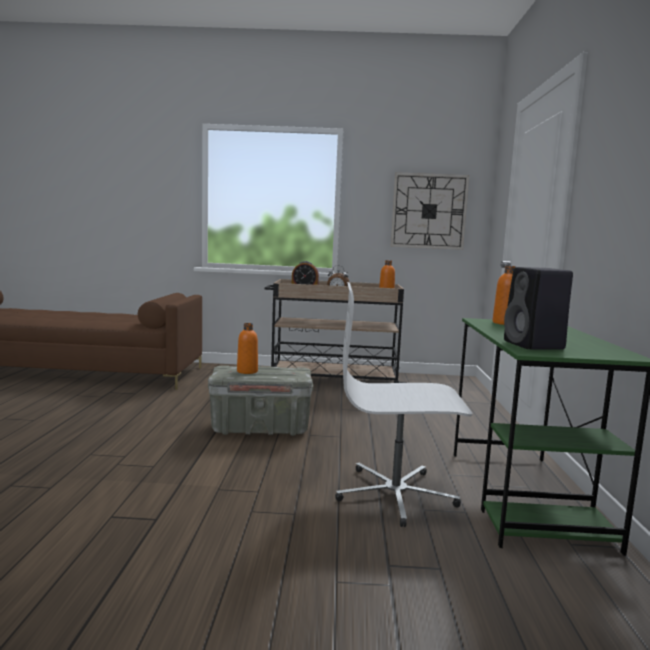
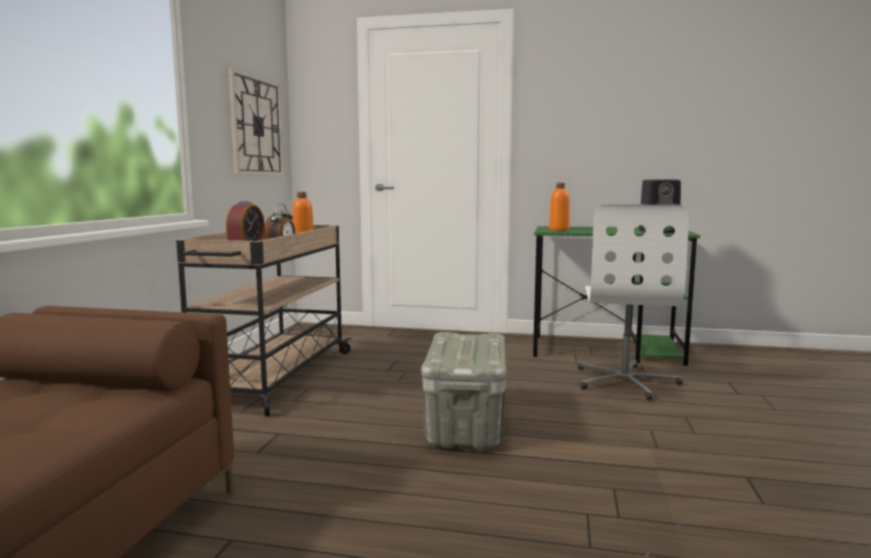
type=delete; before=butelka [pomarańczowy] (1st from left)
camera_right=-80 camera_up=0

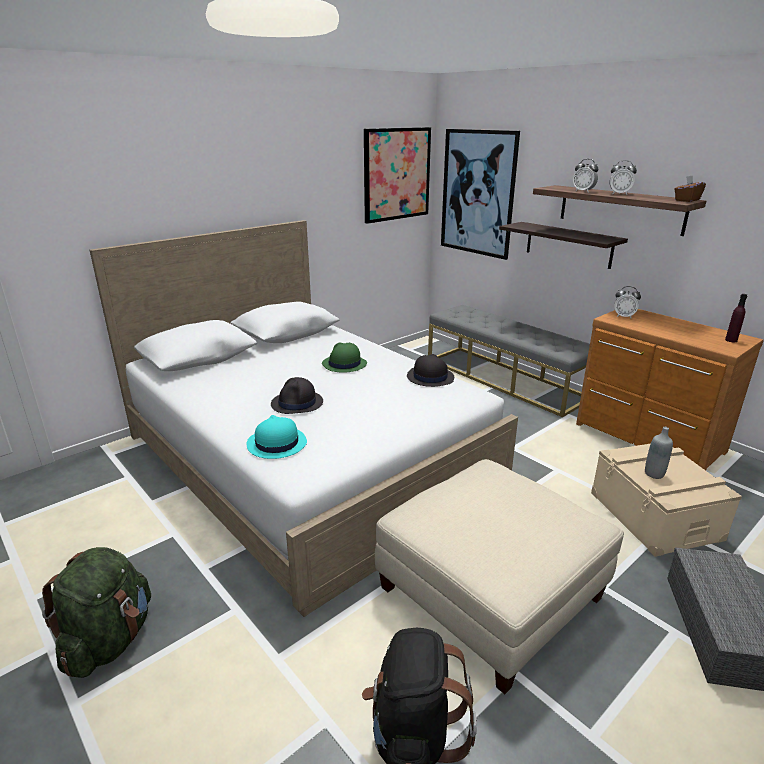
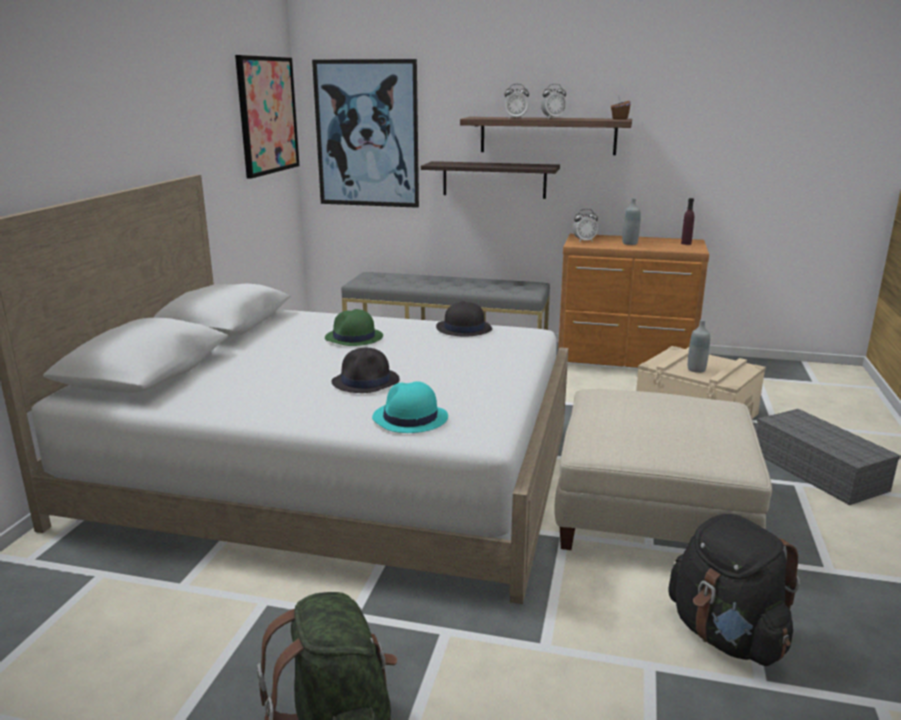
type=insert; after=butelka [szary] (1st from left)
camera_right=-35 camera_up=-5

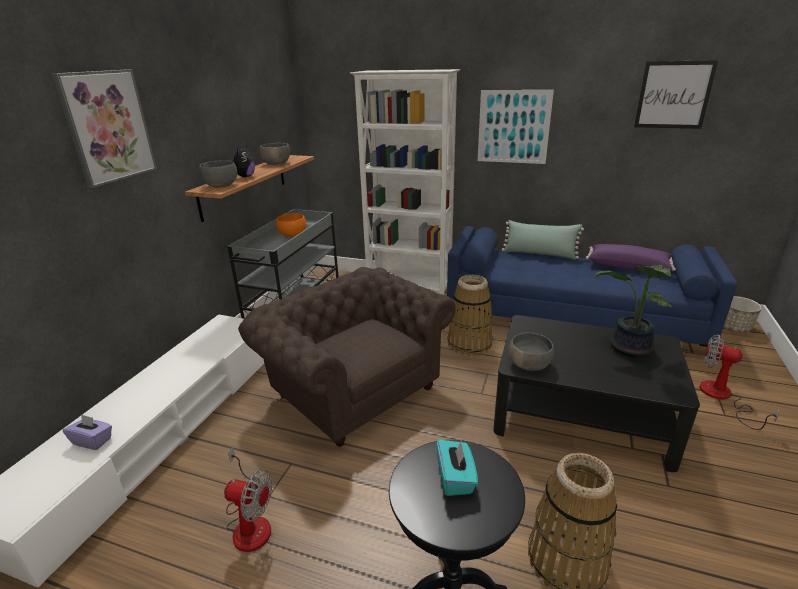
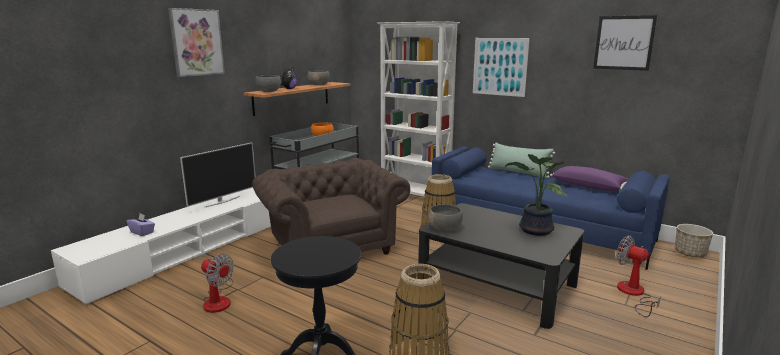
type=insert; after=telewizor
type=delete; before=pudełko chusteczek [turkusowy]
camera_right=15 camera_up=-10

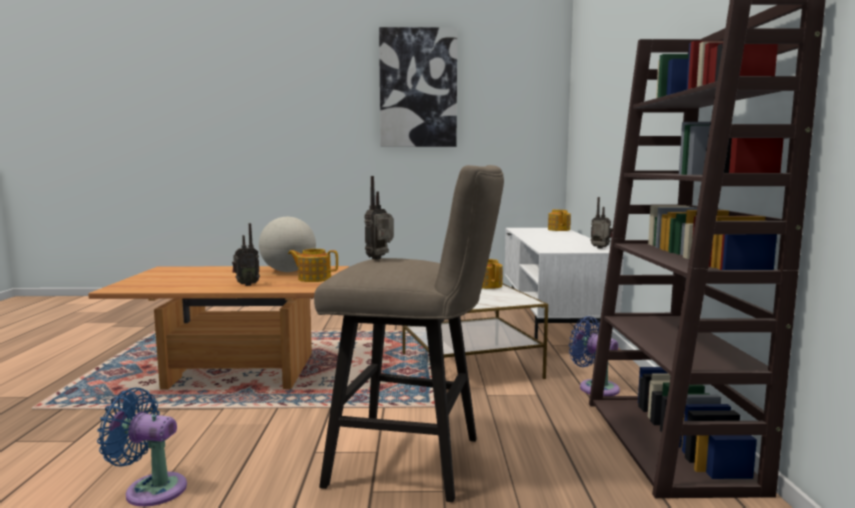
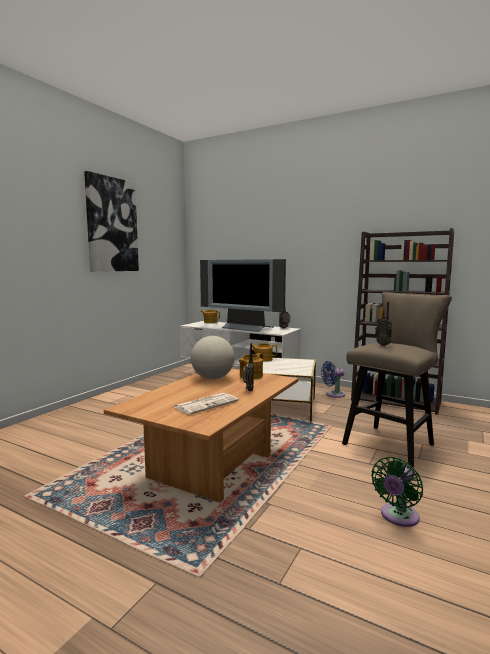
type=insert; after=gazeta
type=insert; after=telewizor
type=recolor; before=wentylator [niebieski] (1st from left); after=wentylator [zielony]
camera_right=-60 camera_up=0

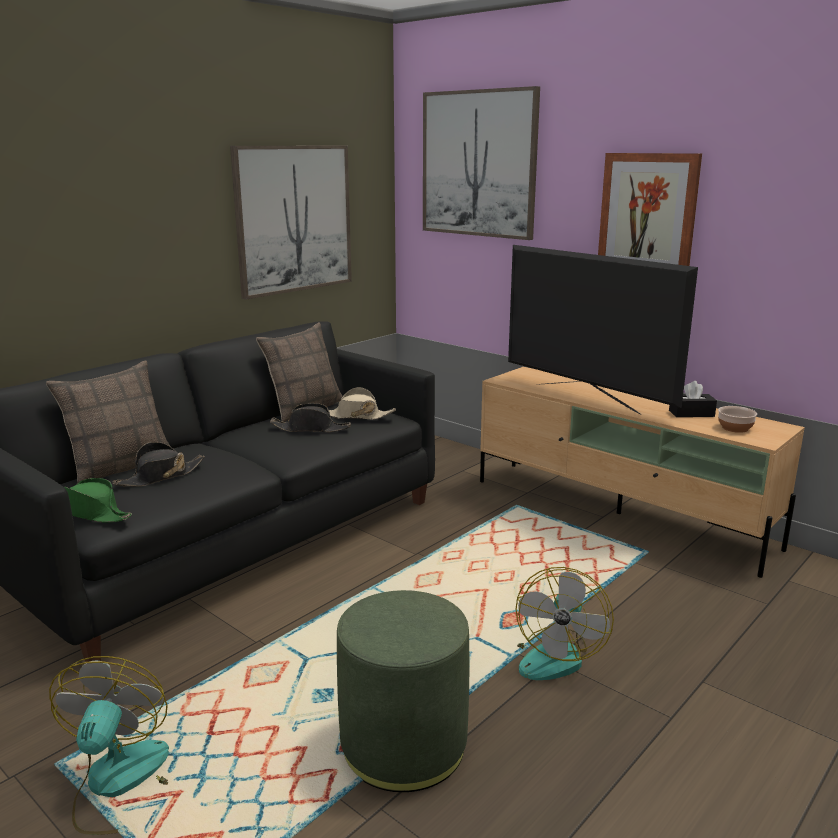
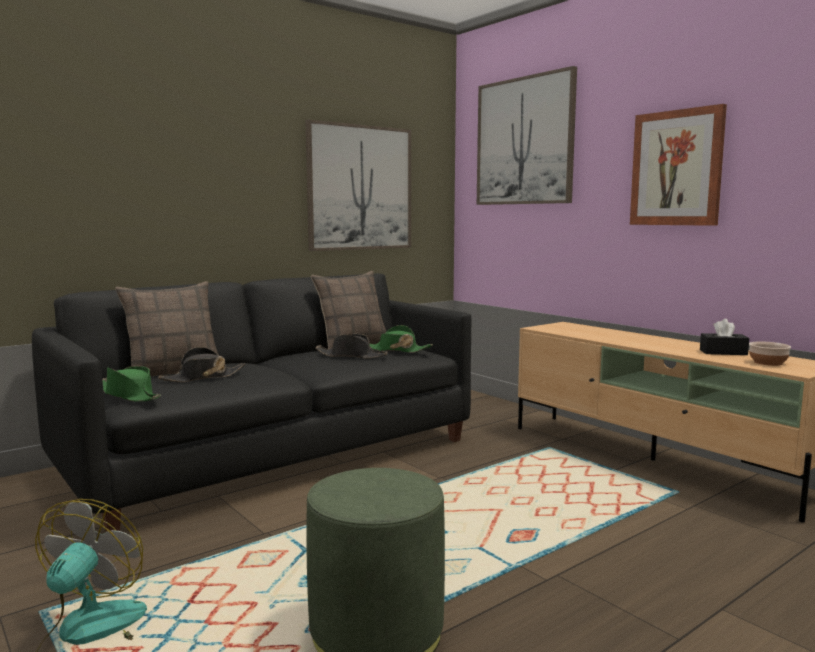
type=recolor; before=kapelusz [beżowy]; after=kapelusz [zielony] (2nd from left)
type=delete; before=telewizor
type=delete; before=wentylator (2nd from left)
camera_right=10 camera_up=-10

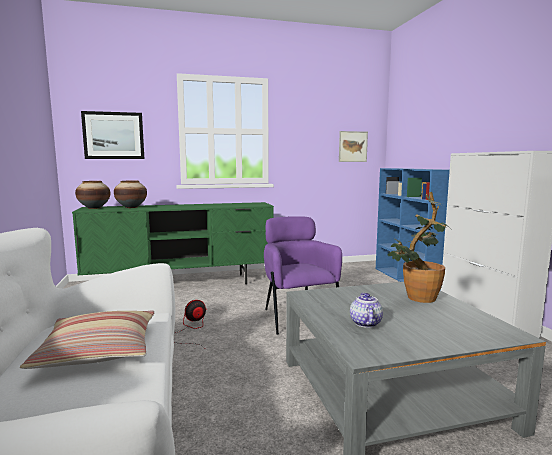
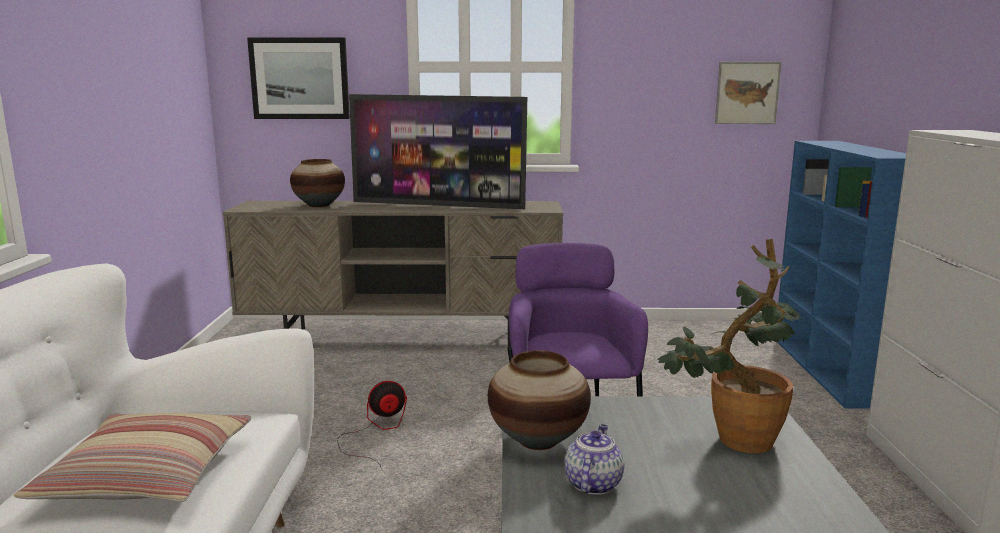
type=recolor; before=szafka pod telewizor [zielony]; after=szafka pod telewizor [beżowy]
type=insert; after=telewizor
type=move; before=wazon (1st from left in the first image); after=wazon (2nd from left)
camera_right=15 camera_up=5

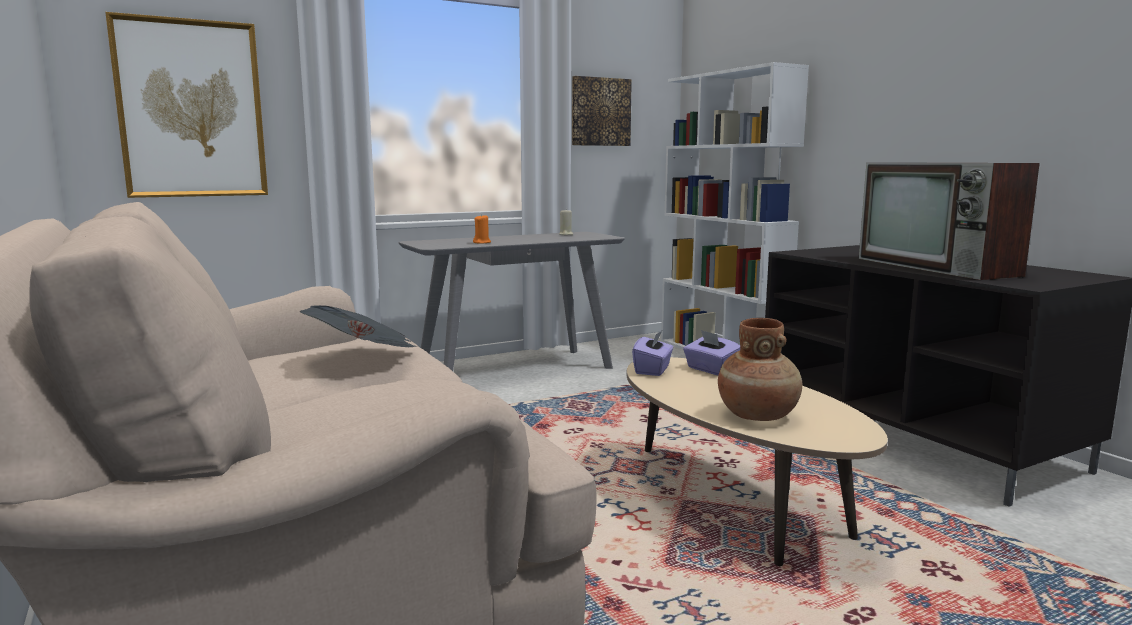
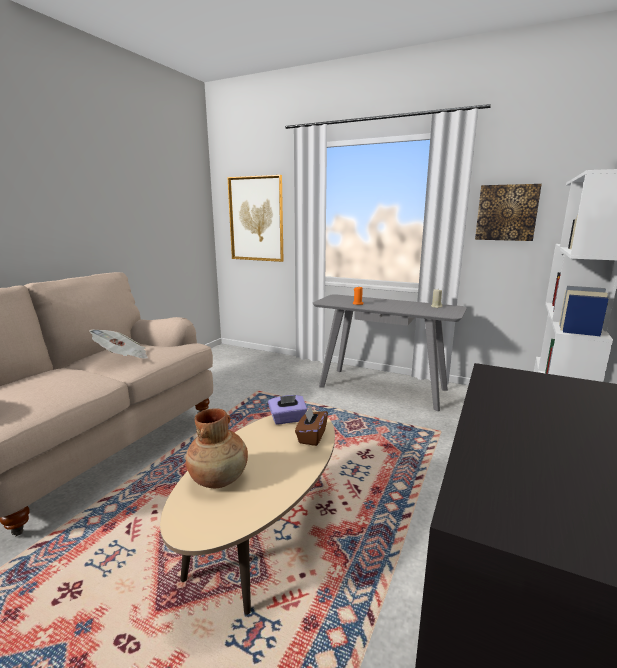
type=recolor; before=pudełko chusteczek [fioletowy] (2nd from left); after=pudełko chusteczek [brązowy]
type=delete; before=telewizor
camera_right=55 camera_up=5

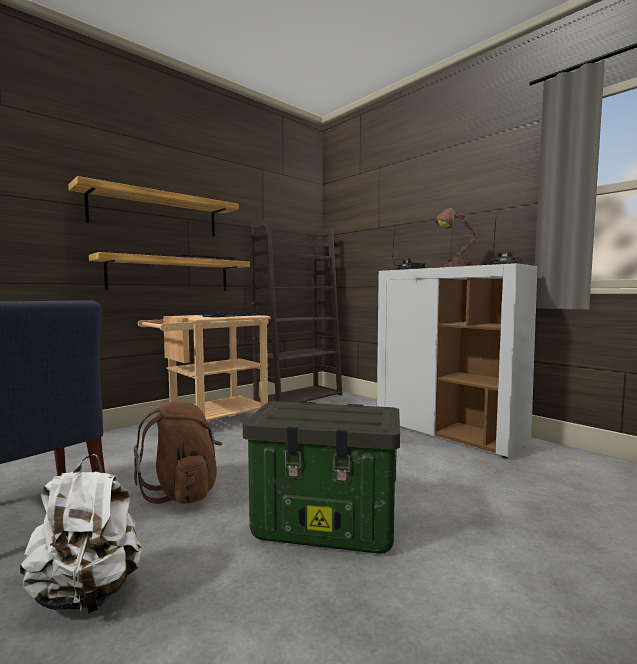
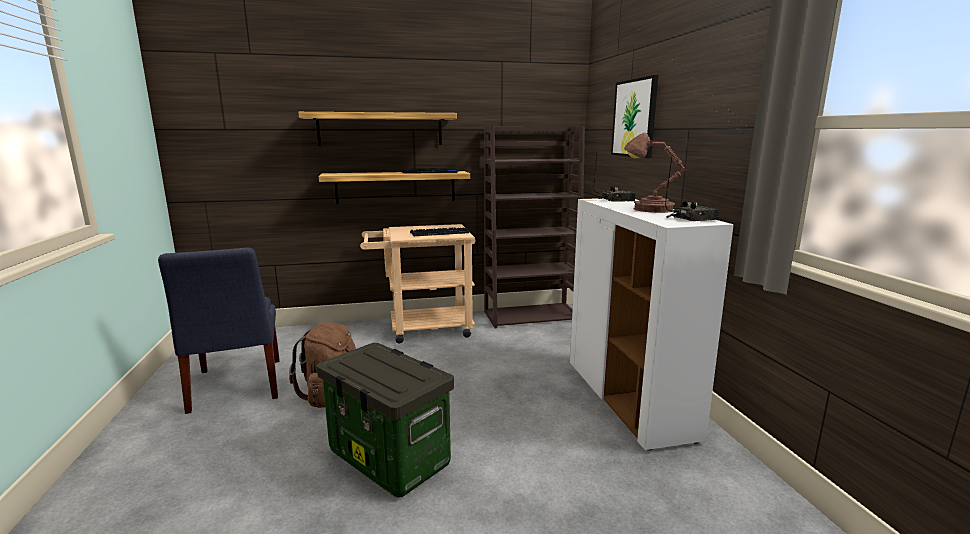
type=insert; after=obraz
type=delete; before=plecak [biały]
camera_right=30 camera_up=10

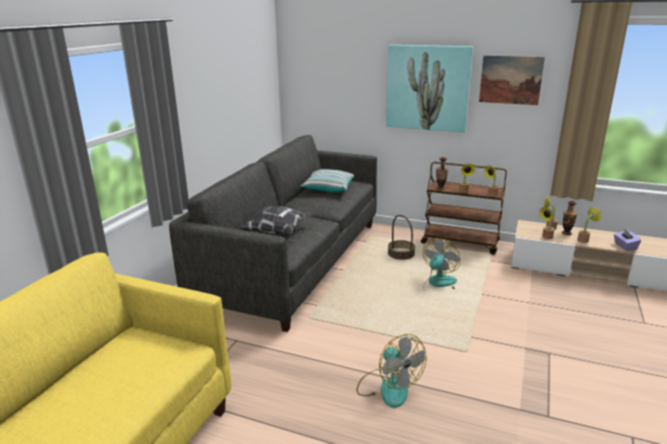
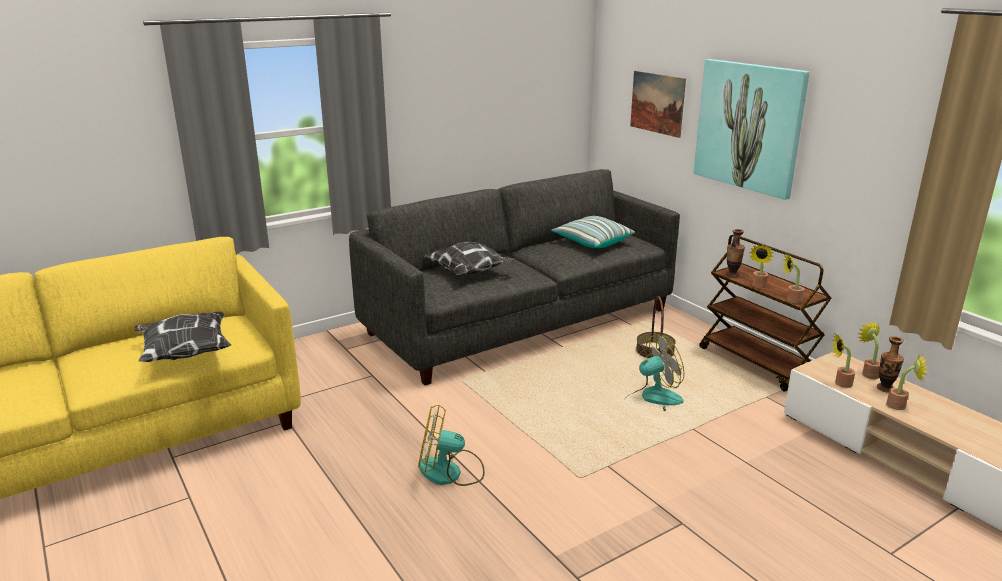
type=insert; after=poduszka (1st from left)
type=rotate; before=wentylator (1st from left); turn=90
type=move; before=obraz (2nd from left in the first image); after=obraz (1st from left)
type=delete; before=pudełko chusteczek [fioletowy]
camera_right=35 camera_up=0

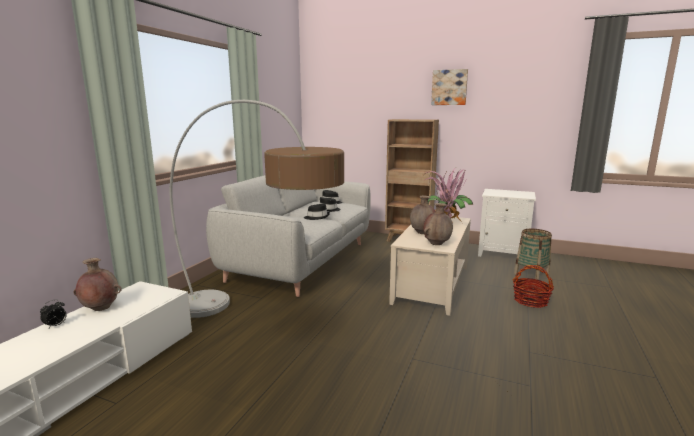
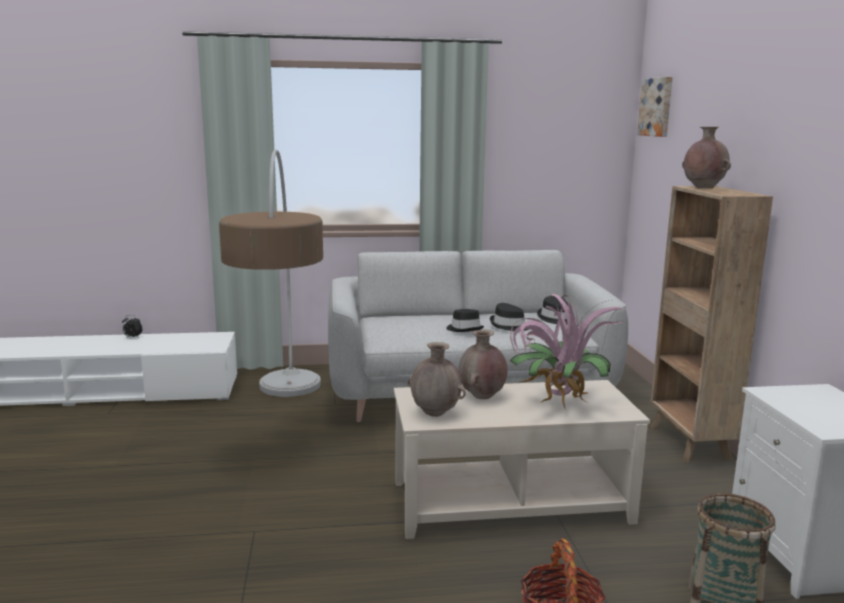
type=move; before=obraz
type=move; before=wazon [brązowy] (1st from left in the first image); after=wazon [brązowy] (3rd from left)
camera_right=60 camera_up=0

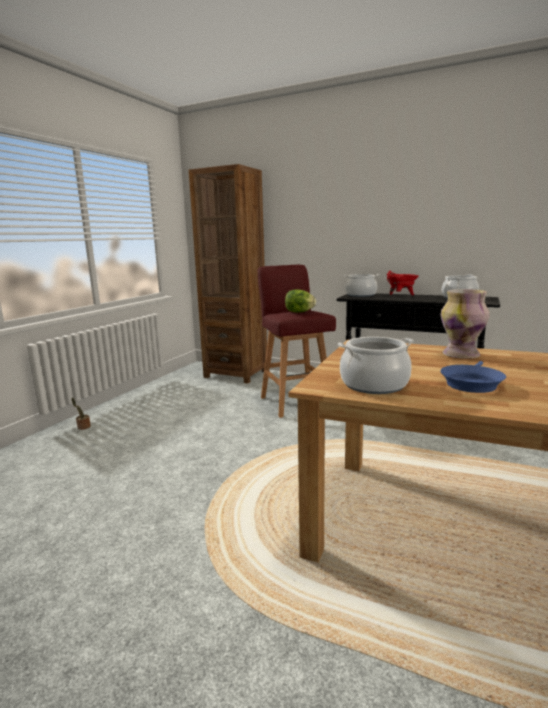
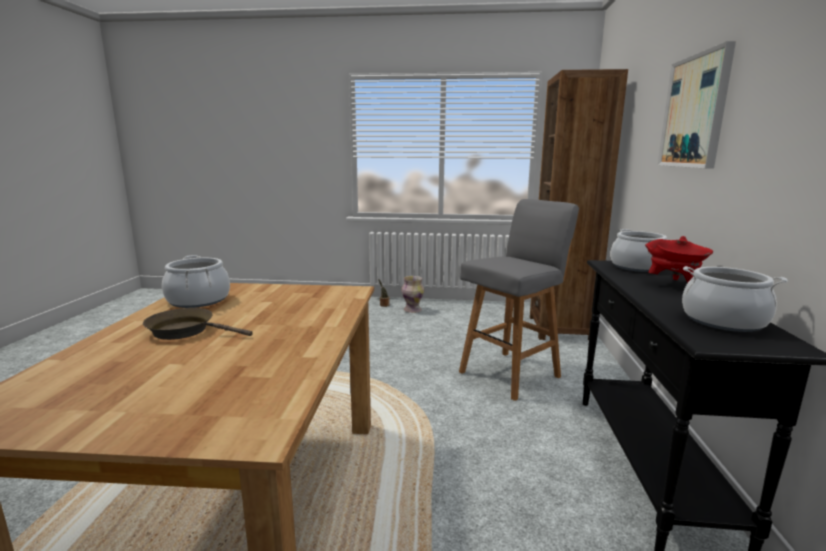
type=recolor; before=patelnia [niebieski]; after=patelnia [brązowy]
type=move; before=wazon
type=recolor; before=stołek [czerwony]; after=stołek [szary]
type=insert; after=obraz
type=delete; before=sałata
camera_right=70 camera_up=0

